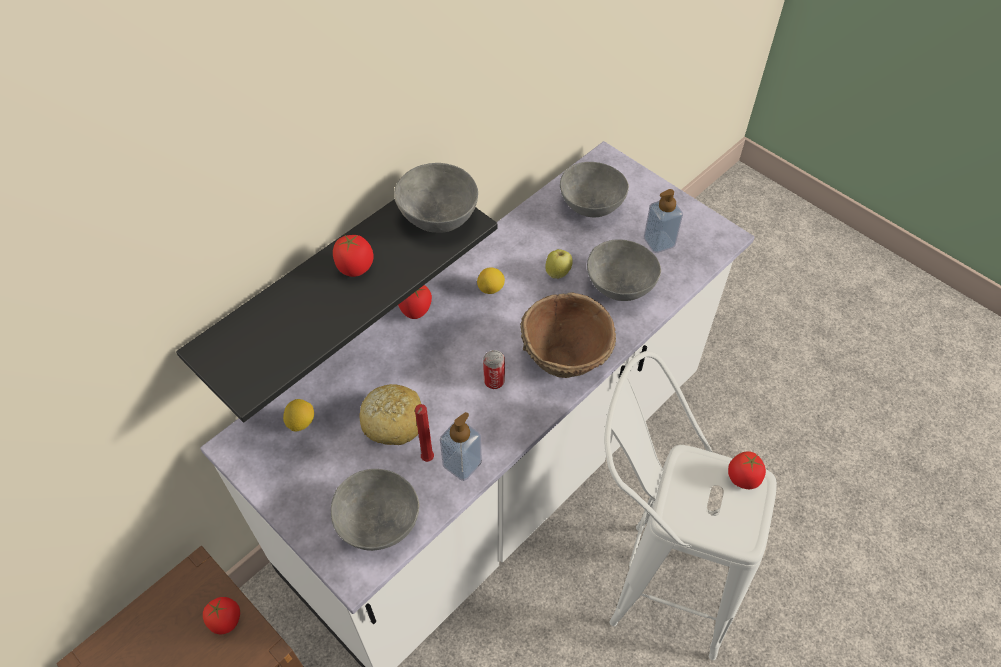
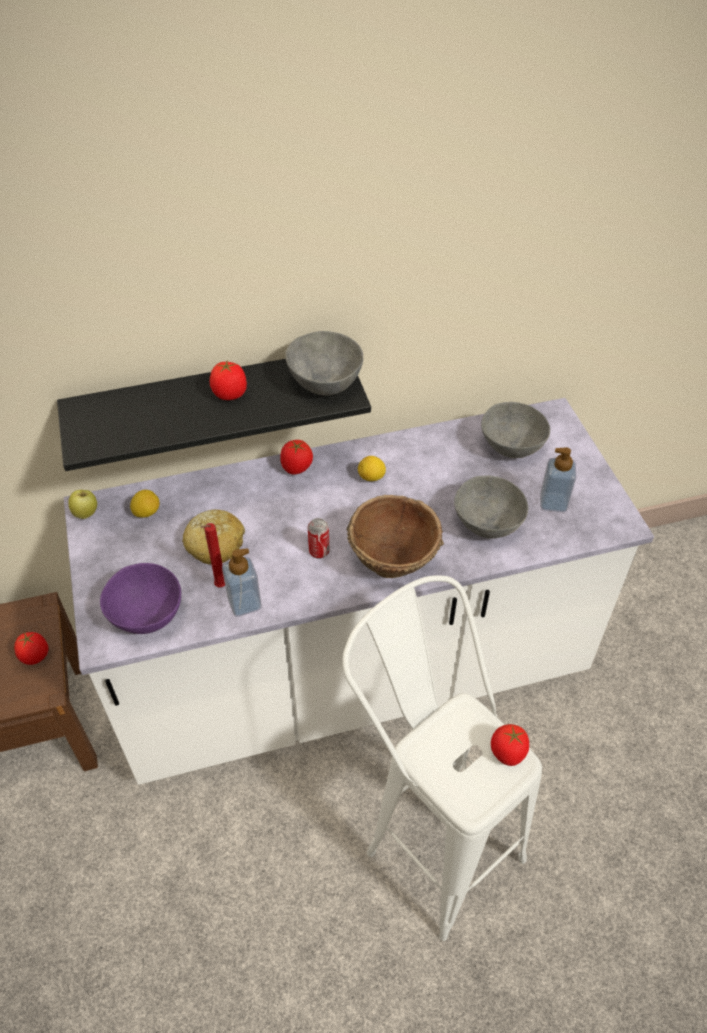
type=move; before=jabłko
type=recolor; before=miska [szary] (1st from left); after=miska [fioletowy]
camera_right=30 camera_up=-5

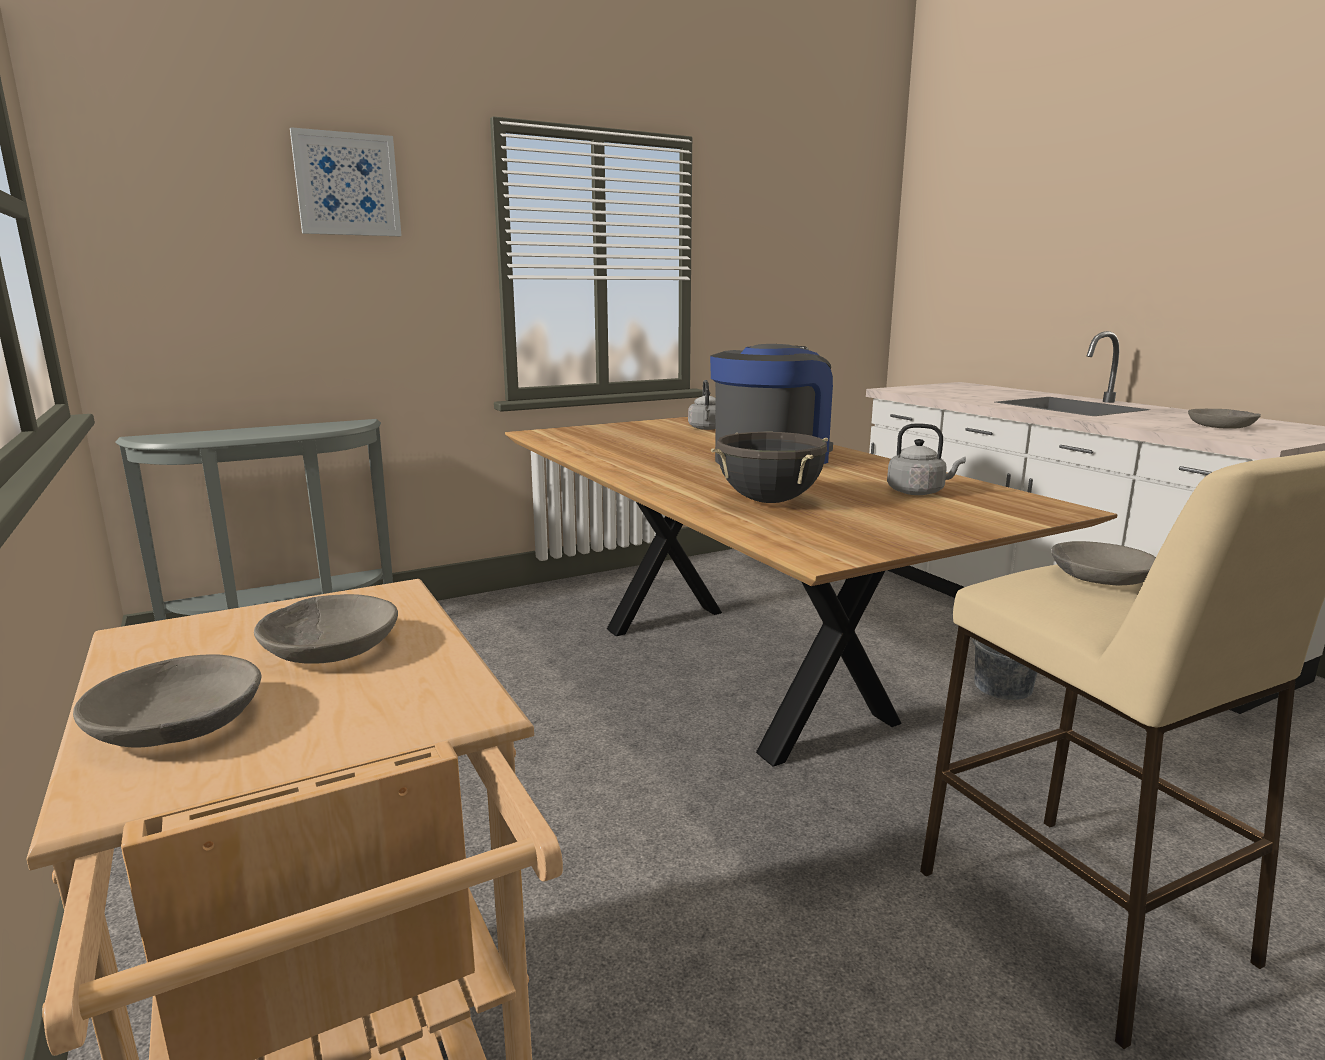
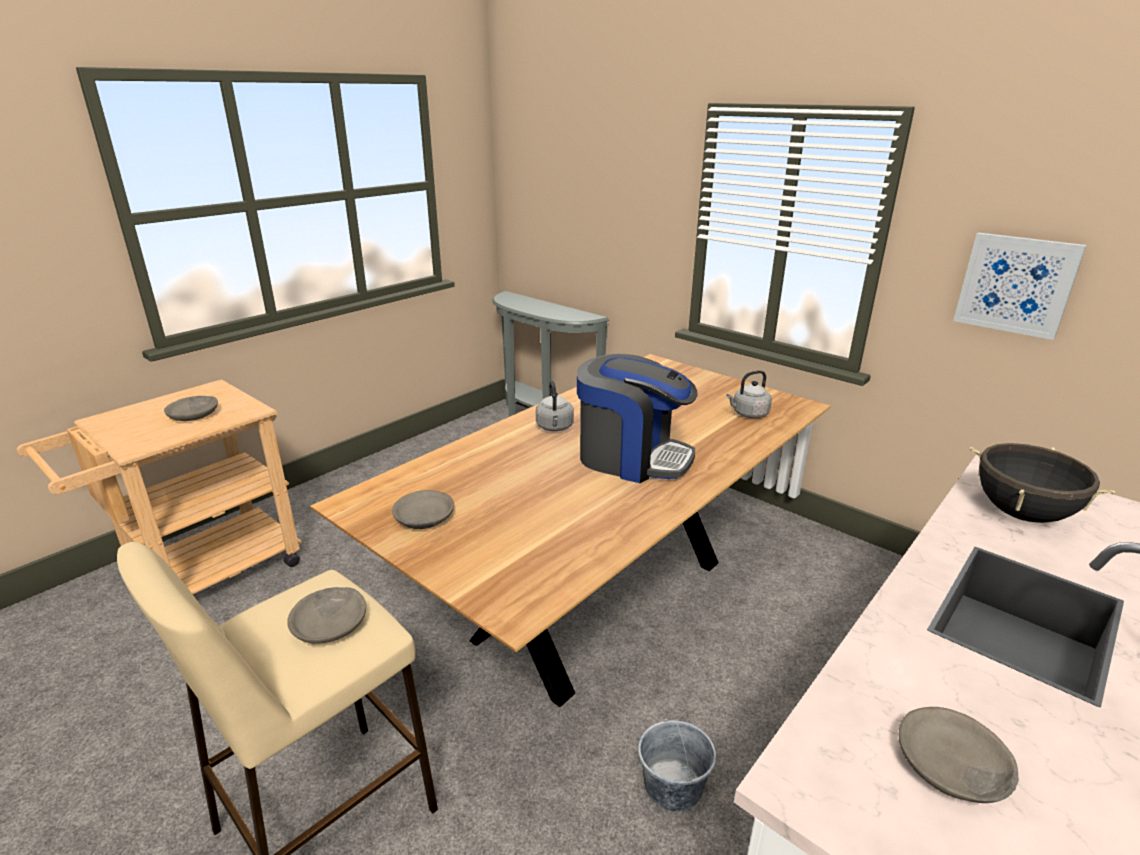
type=move; before=miska [szary] (1st from left in the first image); after=miska [szary] (3rd from left)
type=move; before=czajnik [szary] (2nd from left in the first image); after=czajnik [szary] (1st from left)
type=move; before=obraz
type=move; before=garnek [czarny]
camera_right=70 camera_up=10

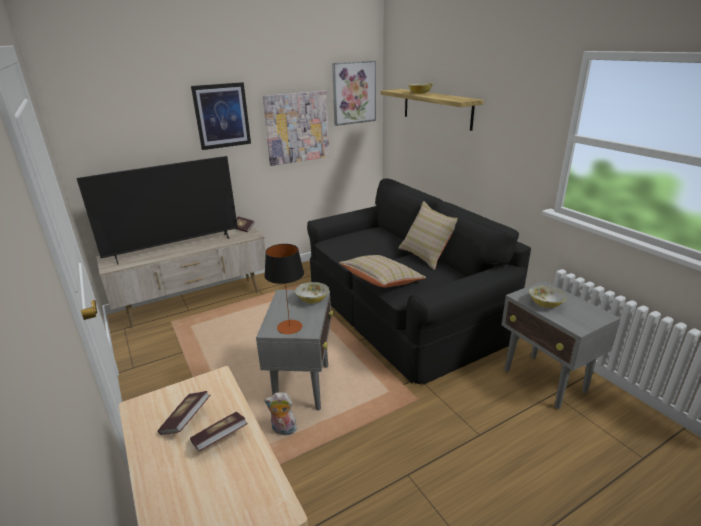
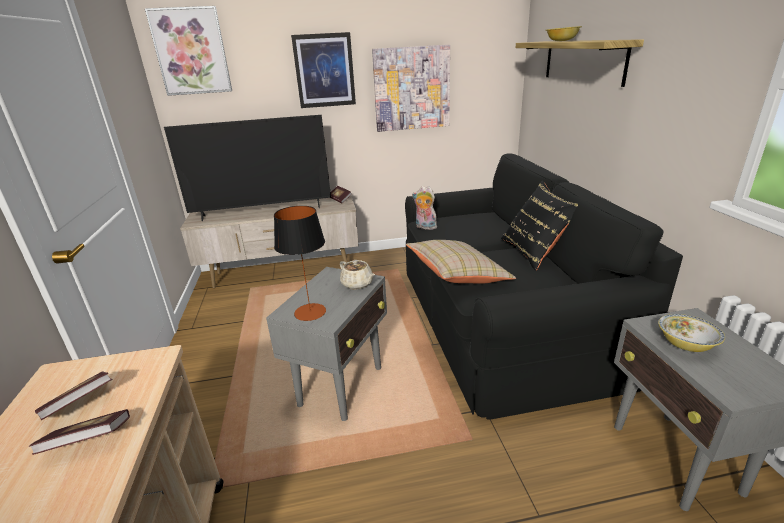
type=move; before=obraz (3rd from left in the first image); after=obraz (1st from left)
type=replace; before=miska (1st from left); after=imbryk [beżowy]
type=move; before=pluszak
type=recolor; before=poduszka [beżowy] (2nd from left); after=poduszka [czarny]
camera_right=20 camera_up=0

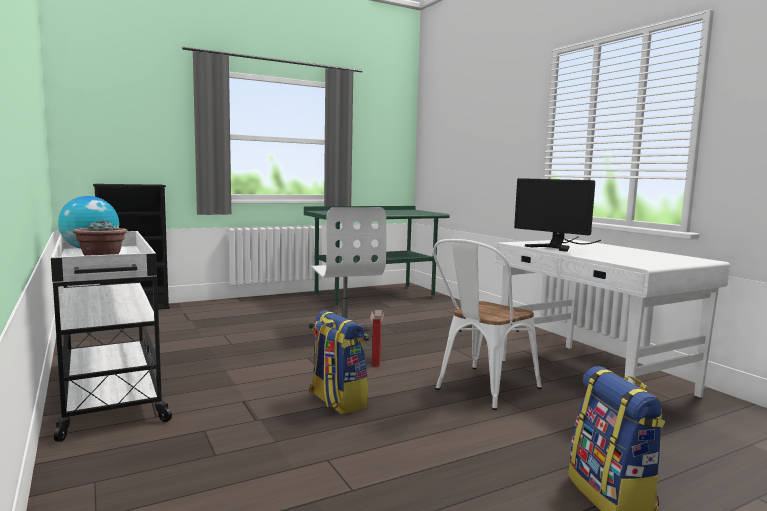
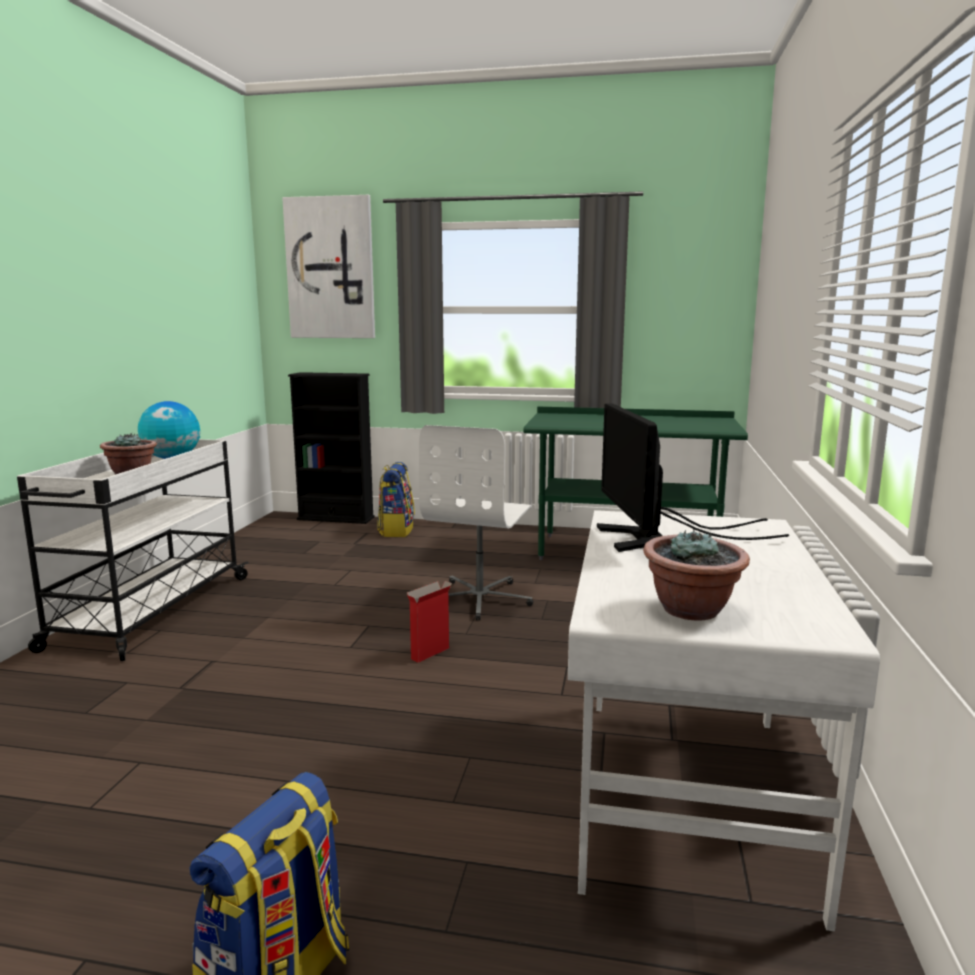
type=insert; after=obraz
type=move; before=plecak (1st from left in the first image); after=plecak (2nd from left)
type=insert; after=roślina doniczkowa (2nd from left)
type=delete; before=krzesło [biały]
camera_right=40 camera_up=5

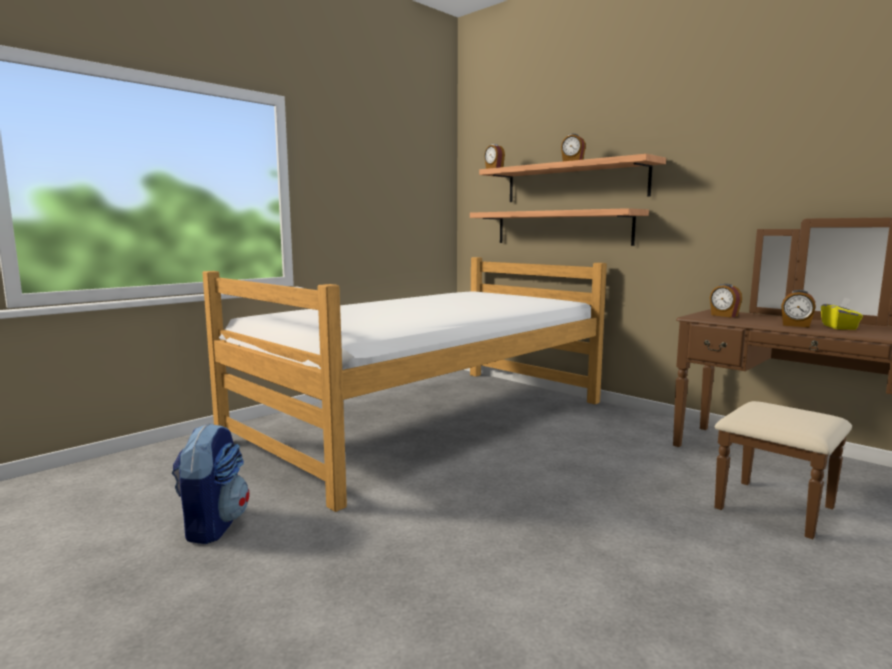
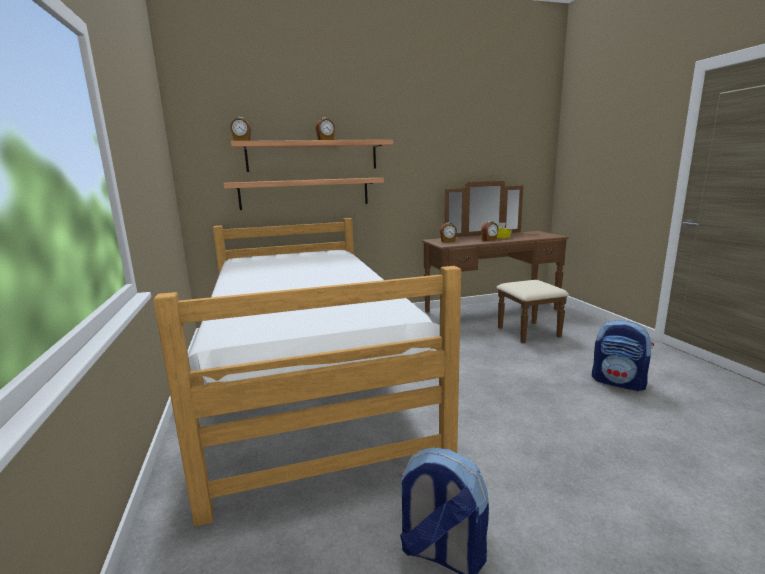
type=insert; after=plecak (2nd from left)
camera_right=-60 camera_up=5

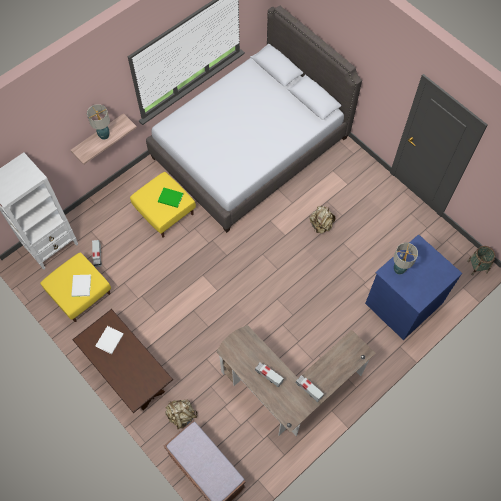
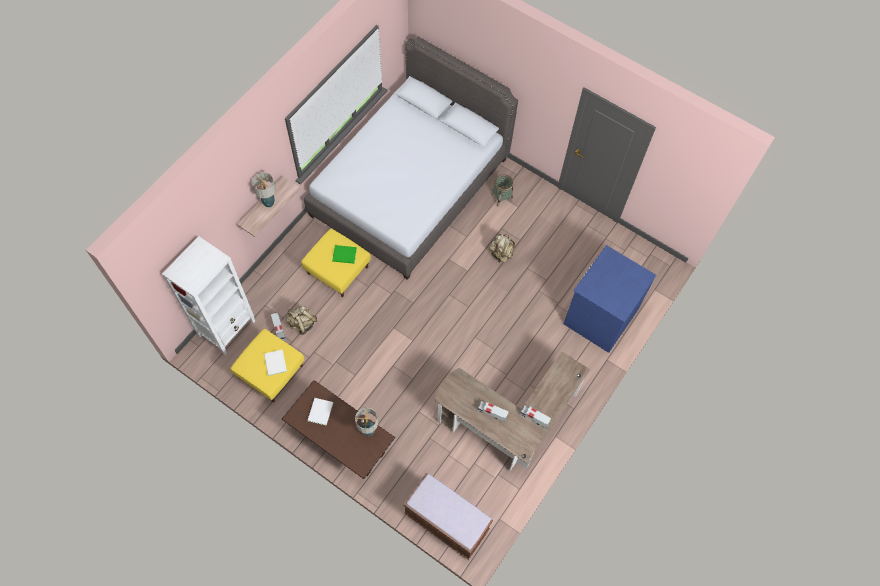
type=move; before=plecak [beżowy] (1st from left)
type=move; before=lampa stołowa (2nd from left)
type=move; before=koszyk
camera_right=-15 camera_up=0

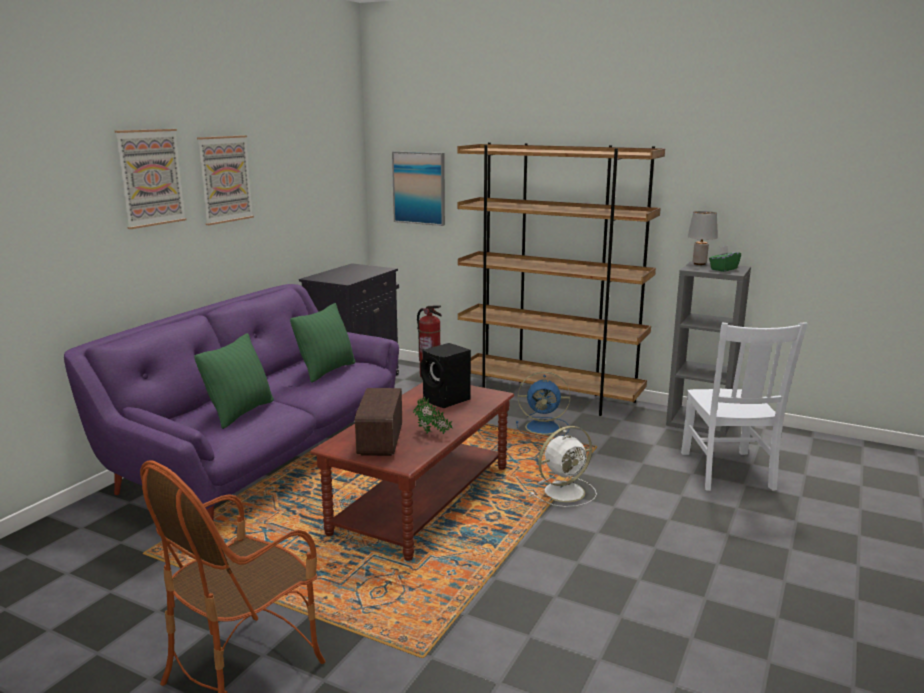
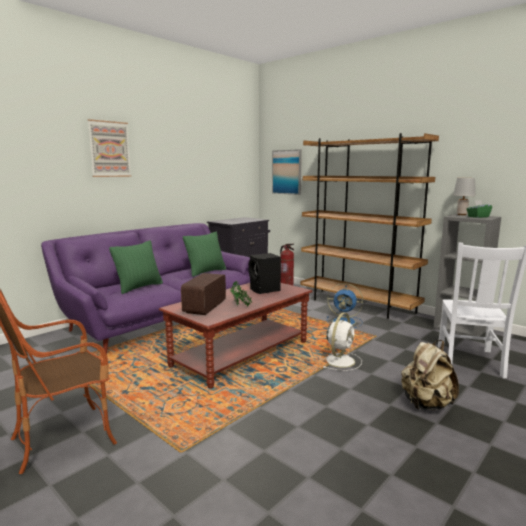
type=rotate; before=wentylator [biały]; turn=-45
type=insert; after=plecak [beżowy]
type=delete; before=obraz (2nd from left)
camera_right=15 camera_up=-5

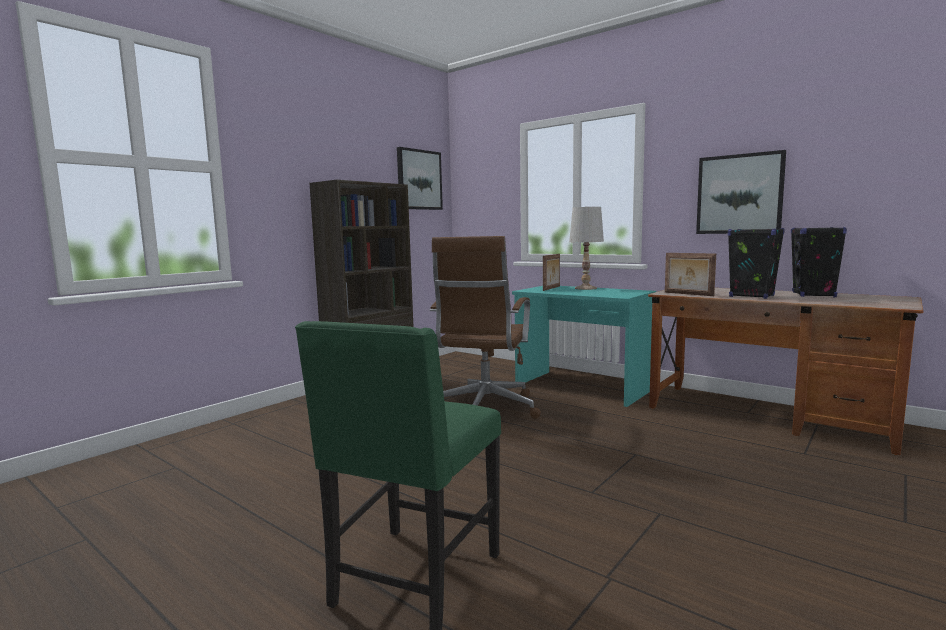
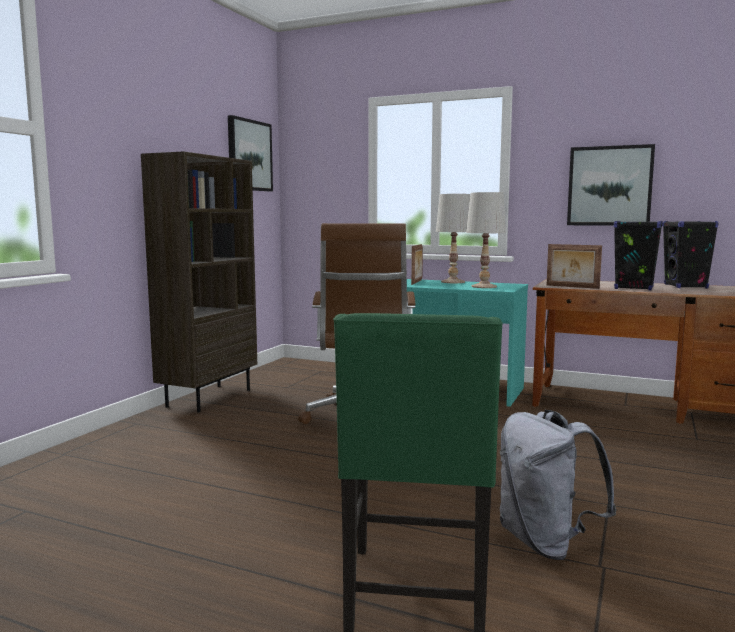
type=insert; after=lampa stołowa [biały] (2nd from left)
type=insert; after=plecak [szary]
camera_right=-15 camera_up=0

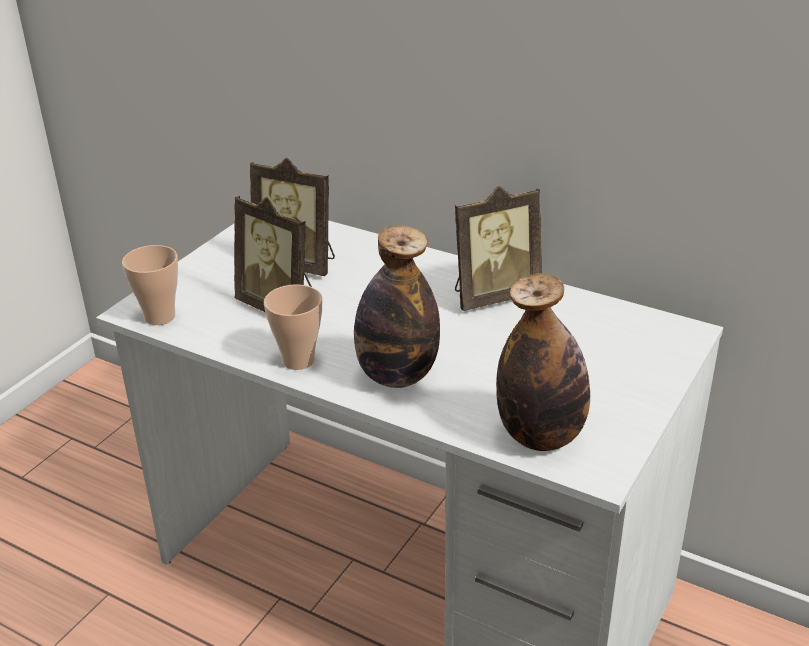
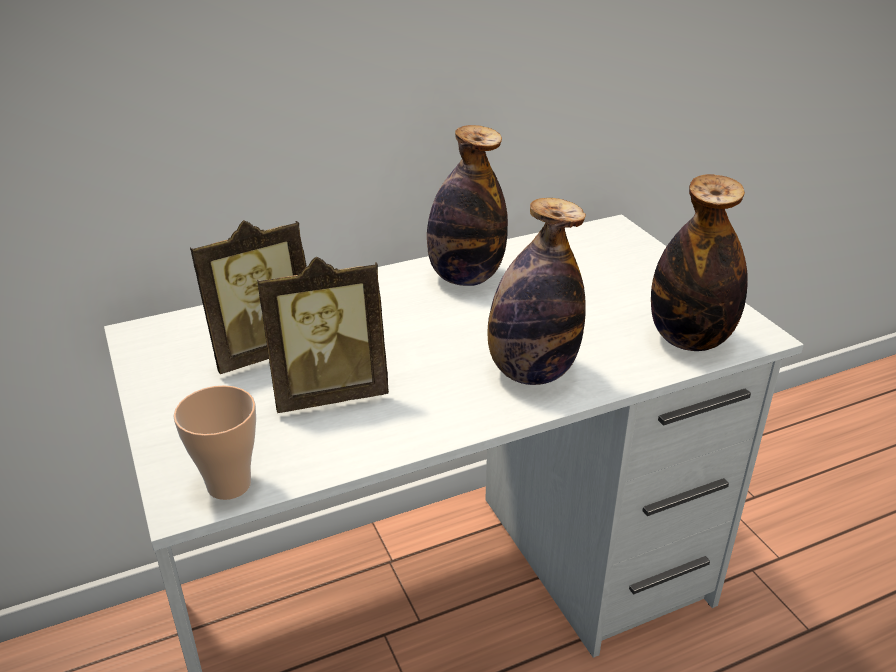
type=replace; before=ramka na zdjęcie (3rd from left); after=butelka (1st from left)
type=delete; before=filiżanka (2nd from left)
camera_right=-55 camera_up=0

